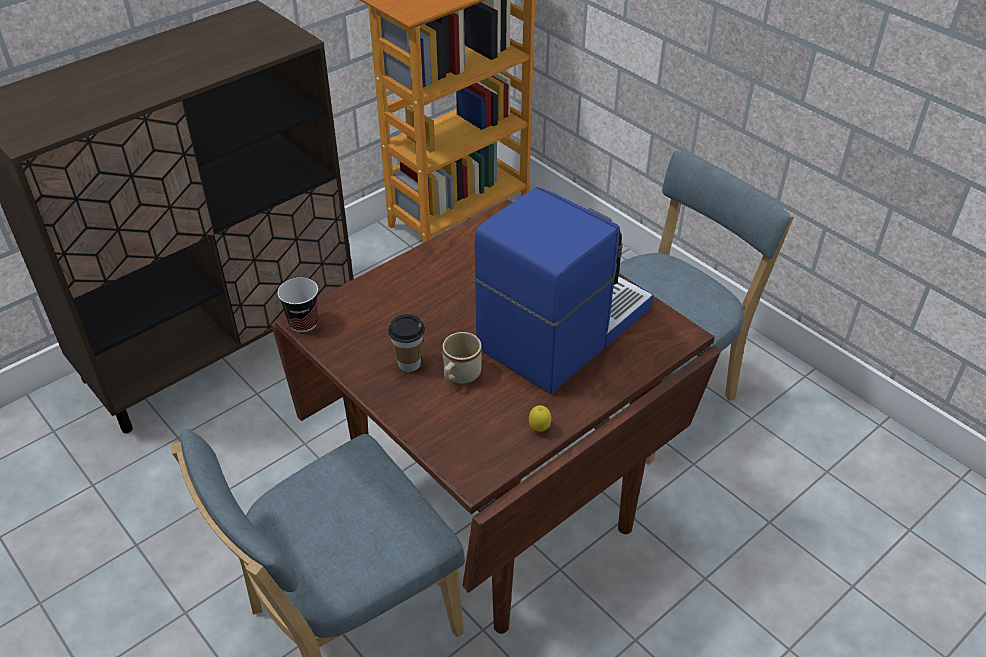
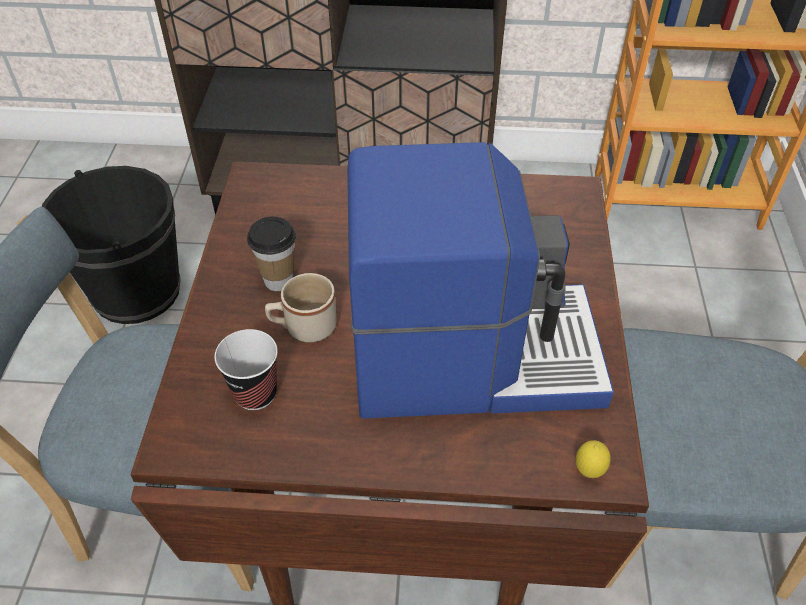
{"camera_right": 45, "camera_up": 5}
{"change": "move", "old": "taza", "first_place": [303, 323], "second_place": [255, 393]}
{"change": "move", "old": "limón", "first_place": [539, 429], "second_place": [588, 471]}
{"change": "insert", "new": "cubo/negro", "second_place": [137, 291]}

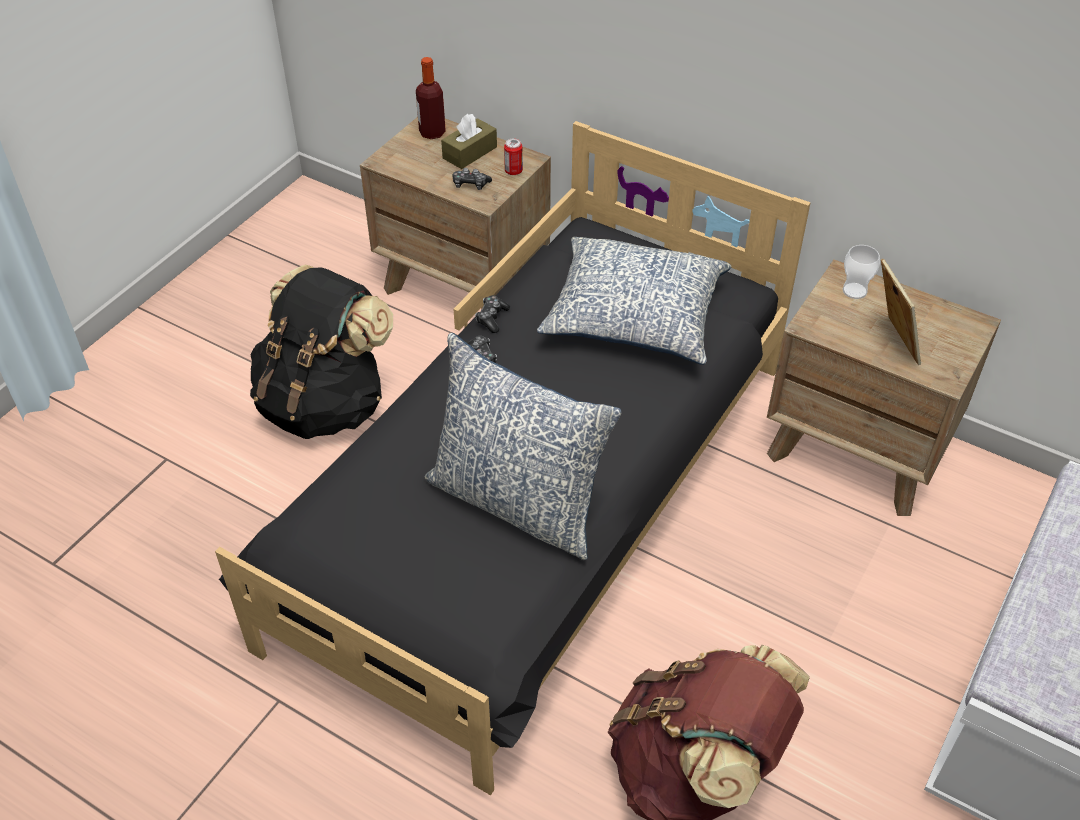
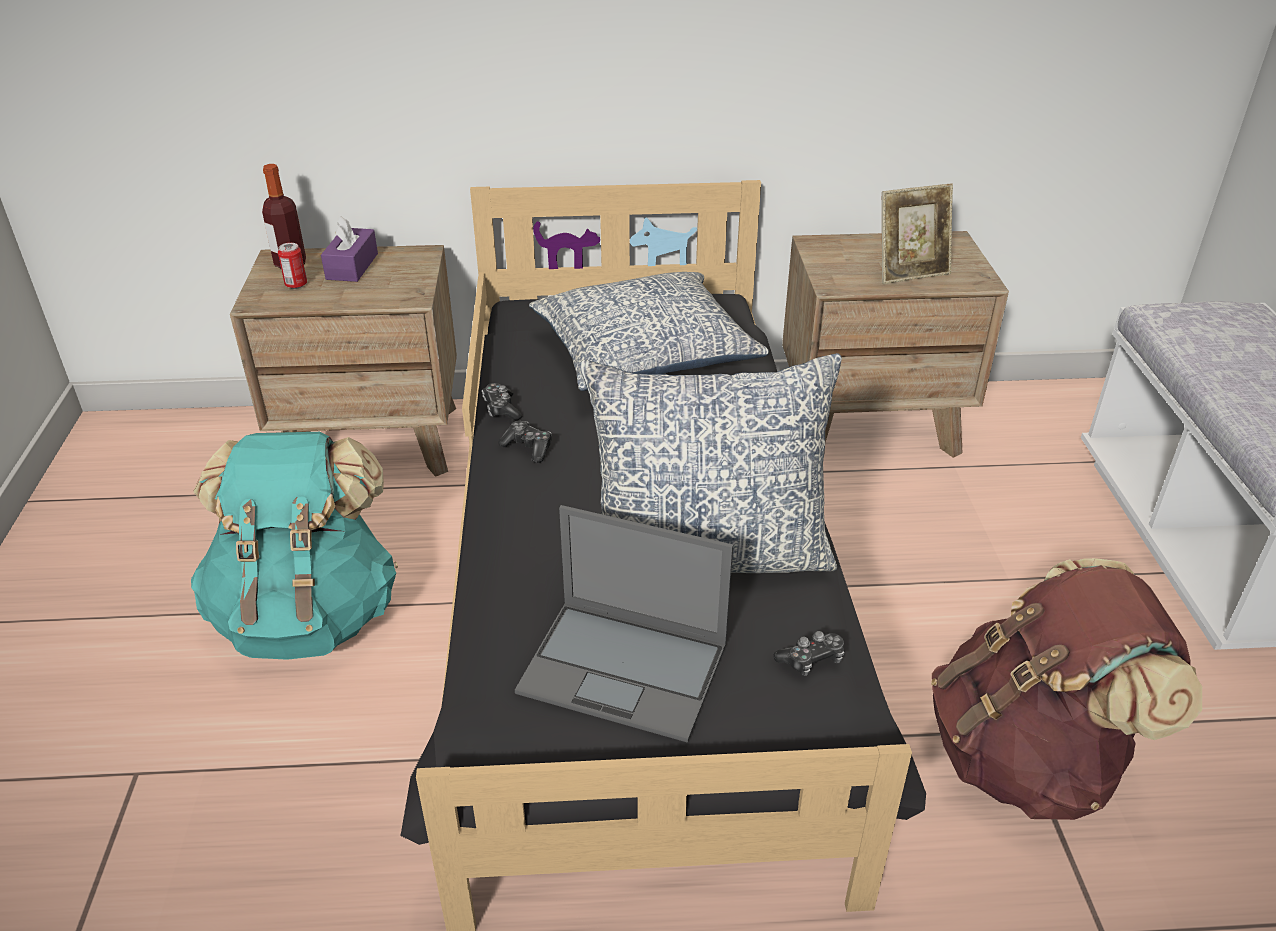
{"camera_right": -35, "camera_up": -10}
{"change": "recolor", "old": "caja de pañuelos/marrón", "new": "caja de pañuelos/morado", "first_place": [469, 152], "second_place": [352, 266]}
{"change": "move", "old": "lata", "first_place": [513, 171], "second_place": [296, 285]}
{"change": "move", "old": "mando de consola", "first_place": [470, 185], "second_place": [811, 660]}
{"change": "delete", "old": "taza", "first_place": [854, 291]}
{"change": "rotate", "old": "portarretratos", "first_place": [892, 342], "second_place": [910, 273], "degrees": 120}
{"change": "recolor", "old": "mochila/negro", "new": "mochila/turquesa", "first_place": [325, 404], "second_place": [309, 615]}
{"change": "insert", "new": "portátil", "second_place": [626, 668]}

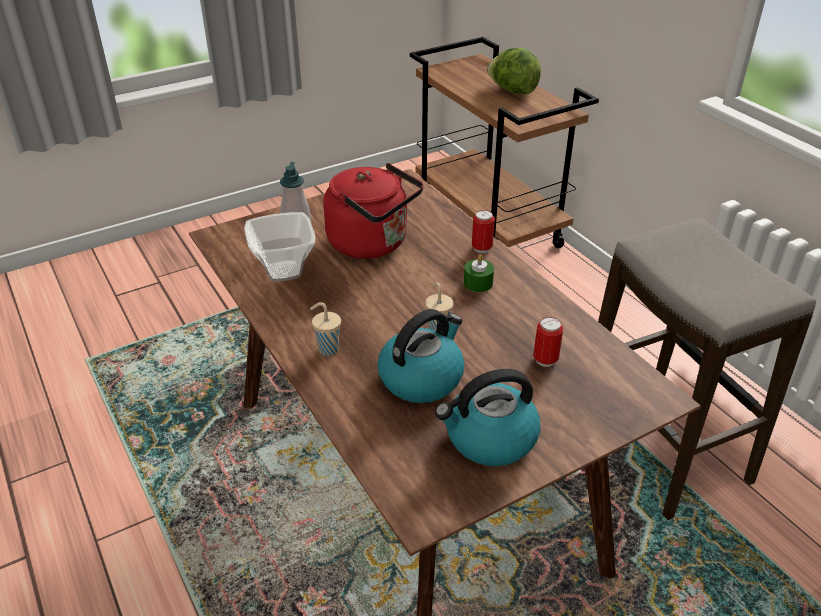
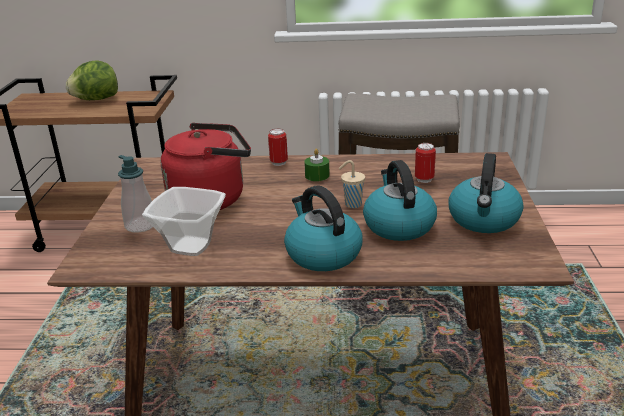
{"camera_right": -55, "camera_up": -10}
{"change": "replace", "old": "taza/beis", "new": "hervidor", "first_place": [327, 349], "second_place": [322, 254]}

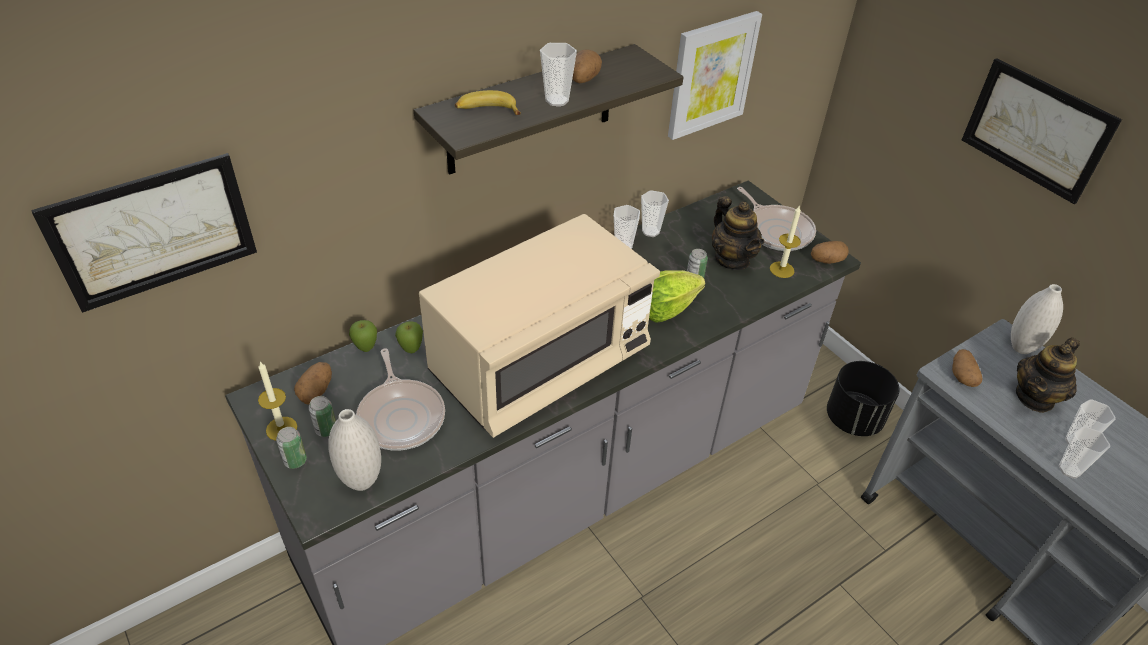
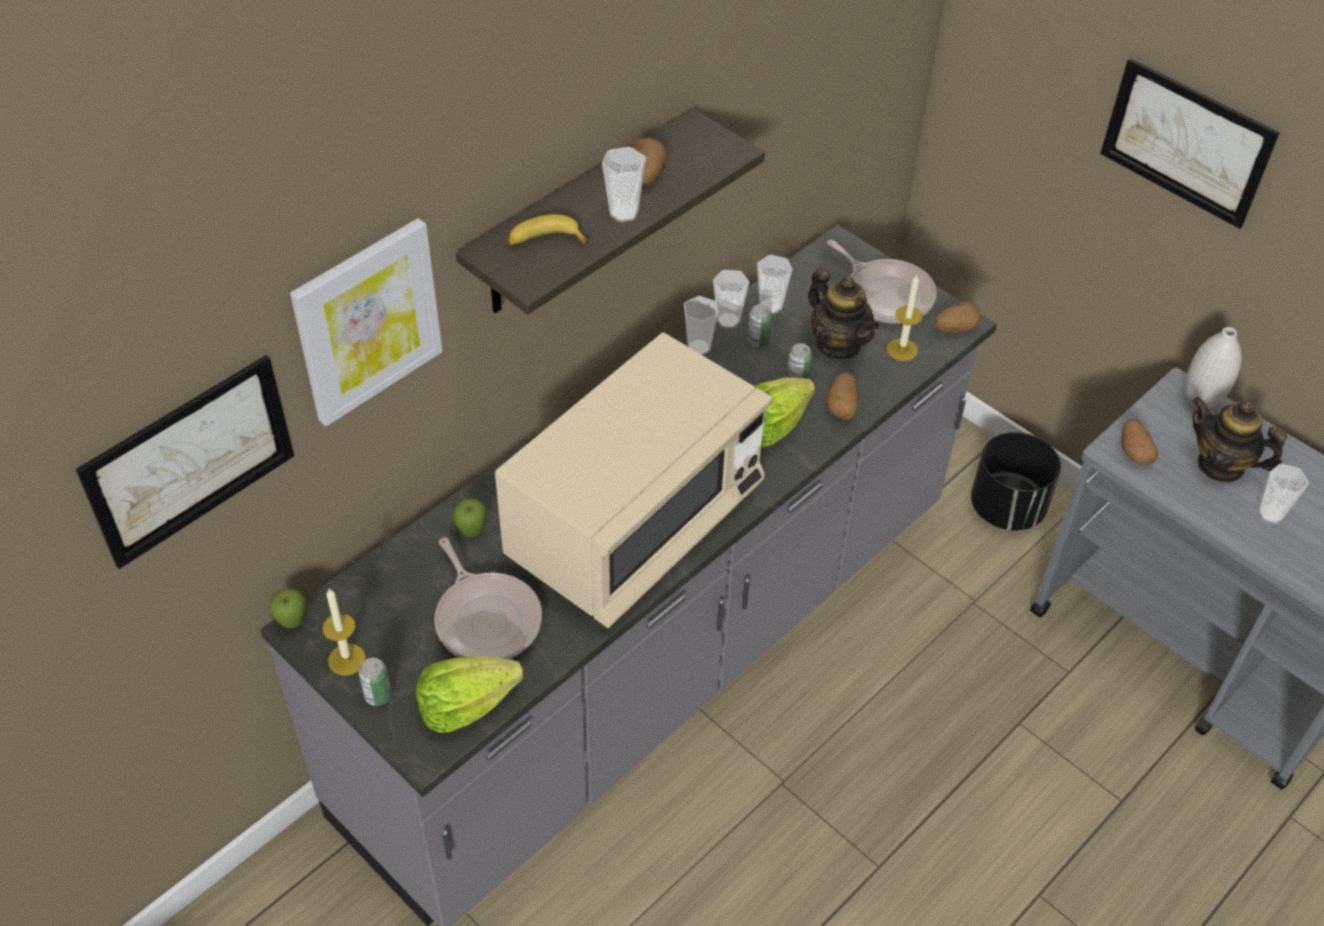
{"camera_right": -10, "camera_up": 5}
{"change": "move", "old": "cuadro", "first_place": [711, 74], "second_place": [367, 320]}
{"change": "move", "old": "manzana", "first_place": [366, 348], "second_place": [292, 623]}
{"change": "rotate", "old": "tetera", "first_place": [1035, 397], "second_place": [1221, 465], "degrees": 90}
{"change": "move", "old": "patata", "first_place": [316, 391], "second_place": [842, 405]}
{"change": "move", "old": "lata", "first_place": [326, 429], "second_place": [758, 341]}
{"change": "replace", "old": "florero/blanco", "new": "lechuga", "first_place": [361, 481], "second_place": [466, 706]}
{"change": "move", "old": "taza", "first_place": [1069, 470], "second_place": [770, 306]}

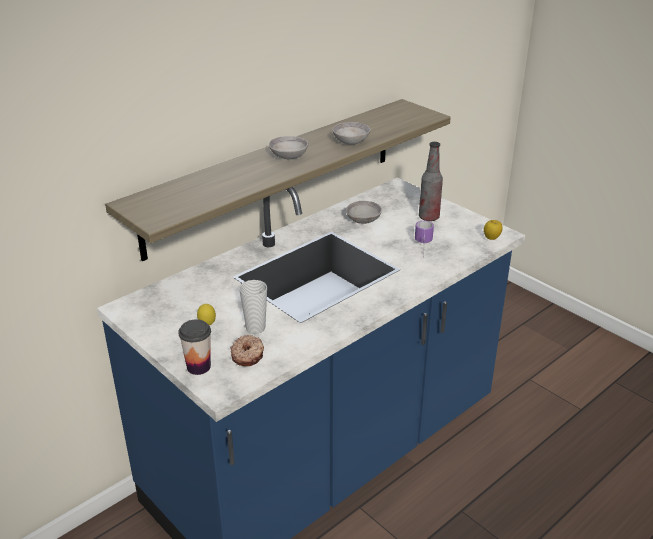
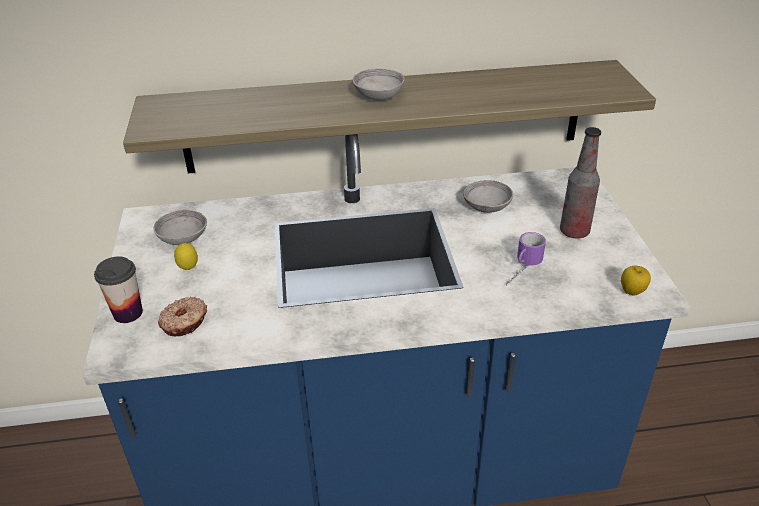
{"camera_right": 35, "camera_up": 5}
{"change": "move", "old": "cuenco/gris", "first_place": [351, 142], "second_place": [183, 238]}
{"change": "delete", "old": "taza", "first_place": [255, 328]}

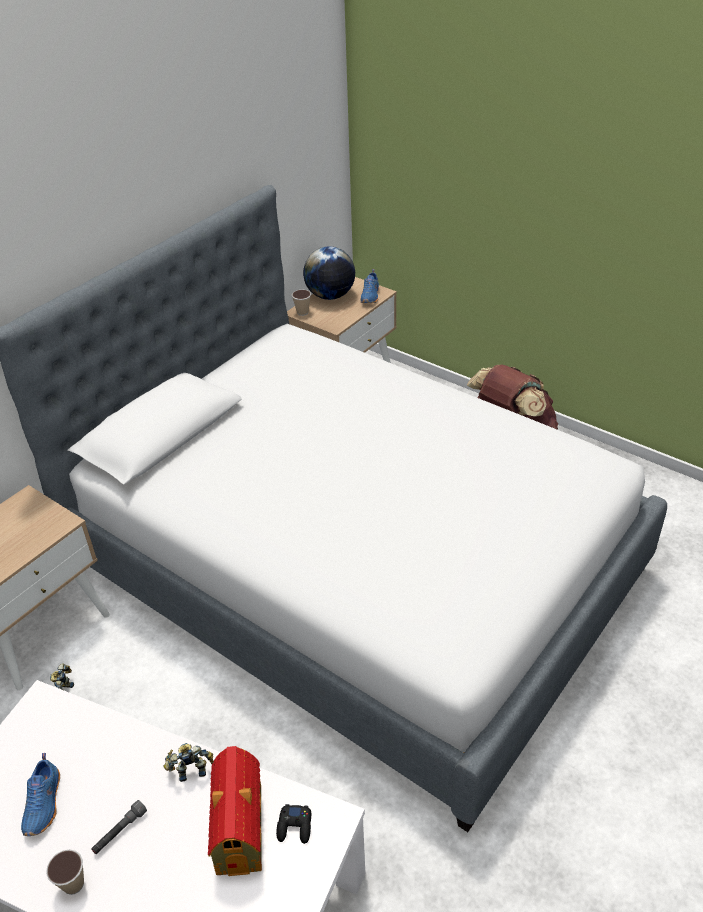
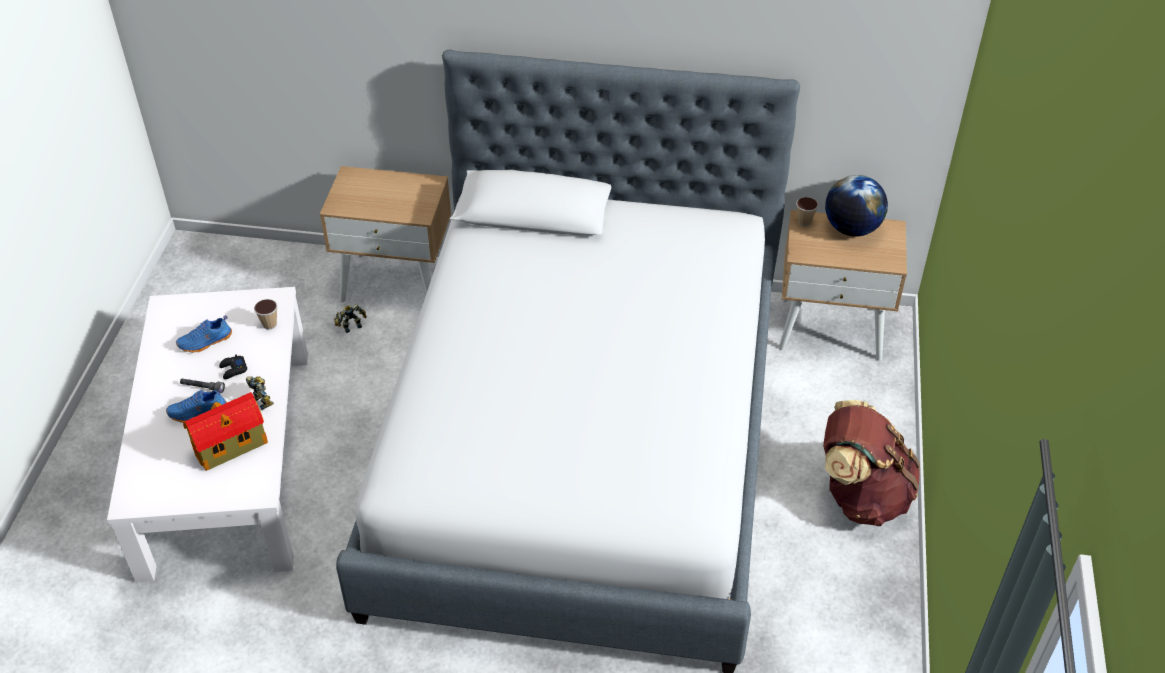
{"camera_right": 60, "camera_up": 5}
{"change": "move", "old": "zapato/azul", "first_place": [370, 296], "second_place": [198, 413]}
{"change": "move", "old": "mando de consola/negro", "first_place": [295, 826], "second_place": [233, 370]}
{"change": "move", "old": "taza", "first_place": [73, 884], "second_place": [269, 324]}

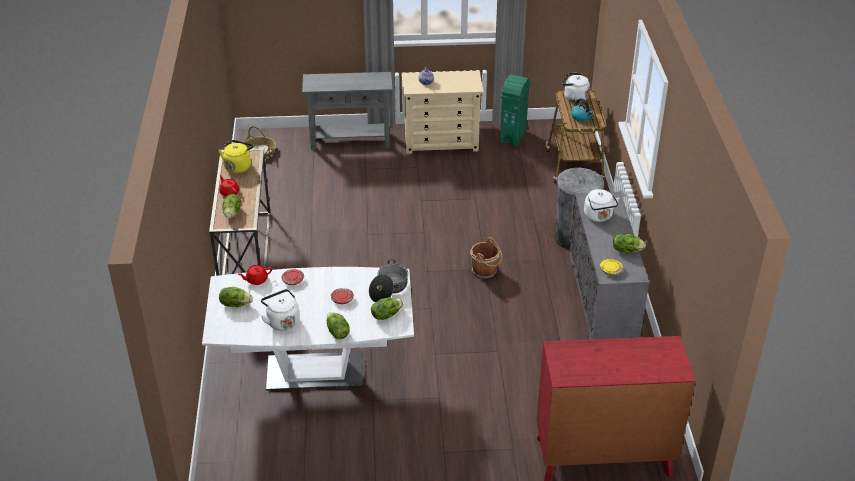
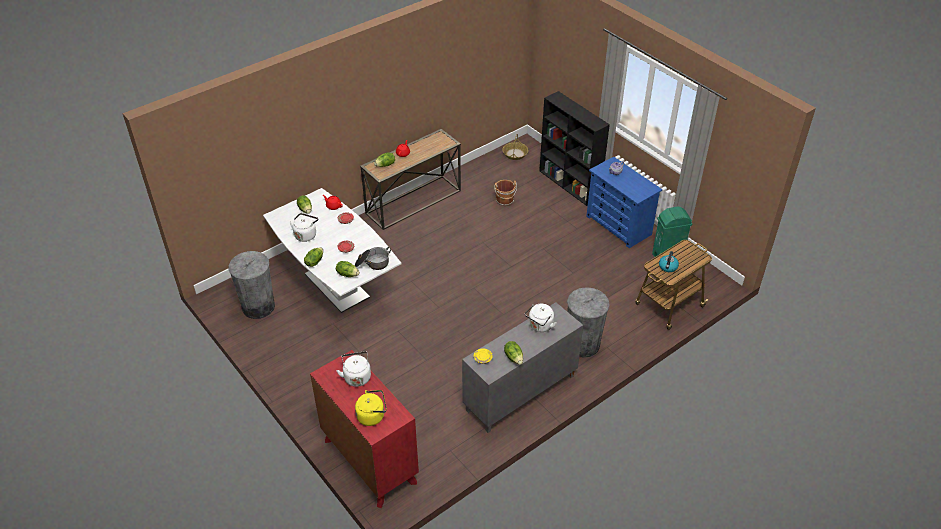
{"camera_right": 55, "camera_up": 5}
{"change": "recolor", "old": "cómoda/beis", "new": "cómoda/azul", "first_place": [441, 142], "second_place": [618, 225]}
{"change": "replace", "old": "mesa consola/gris", "new": "estantería/negro", "first_place": [350, 141], "second_place": [569, 185]}
{"change": "move", "old": "hervidor/blanco", "first_place": [574, 97], "second_place": [357, 376]}
{"change": "move", "old": "hervidor/amarillo", "first_place": [238, 166], "second_place": [372, 416]}
{"change": "move", "old": "cubo/marrón", "first_place": [485, 271], "second_place": [505, 201]}
{"change": "insert", "new": "papelera/gris", "second_place": [258, 307]}

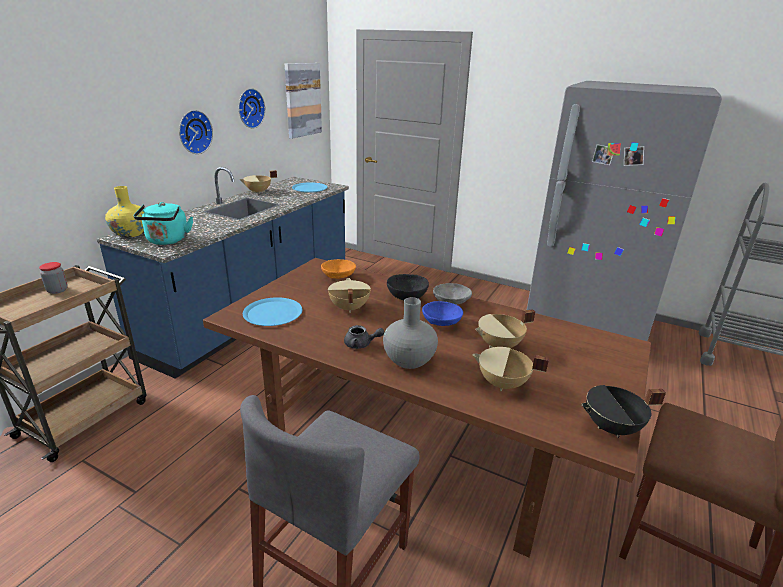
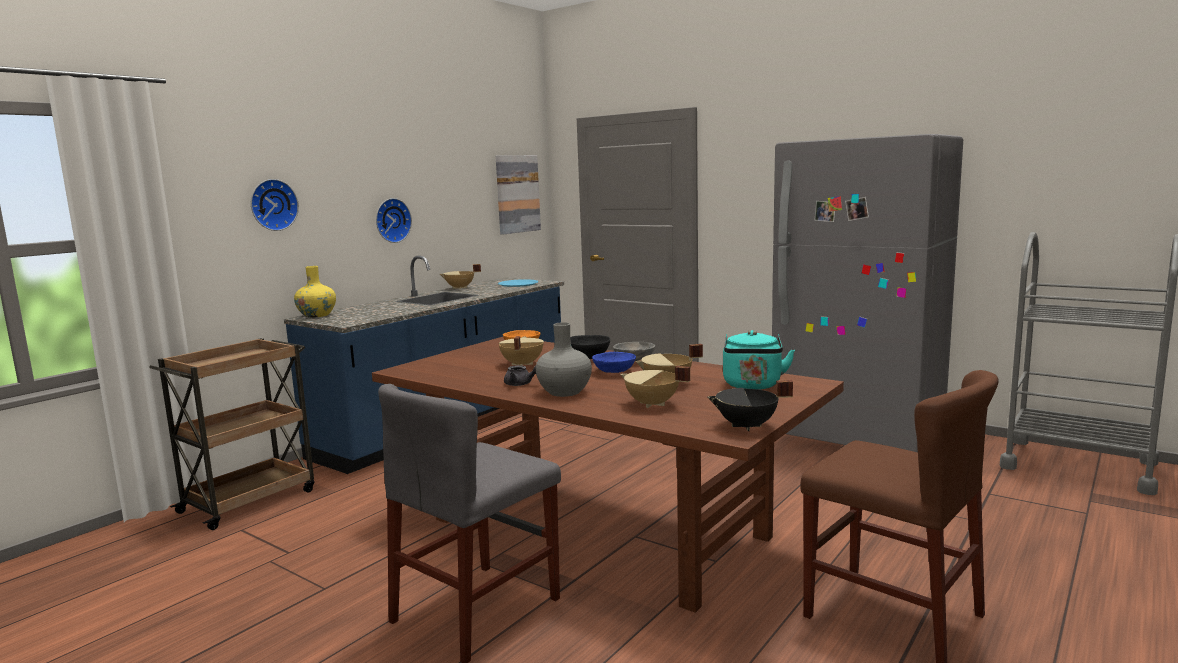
{"camera_right": 10, "camera_up": -15}
{"change": "move", "old": "reloj de pared", "first_place": [249, 108], "second_place": [272, 205]}
{"change": "move", "old": "hervidor/turquesa", "first_place": [167, 241], "second_place": [753, 386]}
{"change": "delete", "old": "tarro", "first_place": [57, 290]}
{"change": "delete", "old": "plato/azul", "first_place": [272, 313]}

